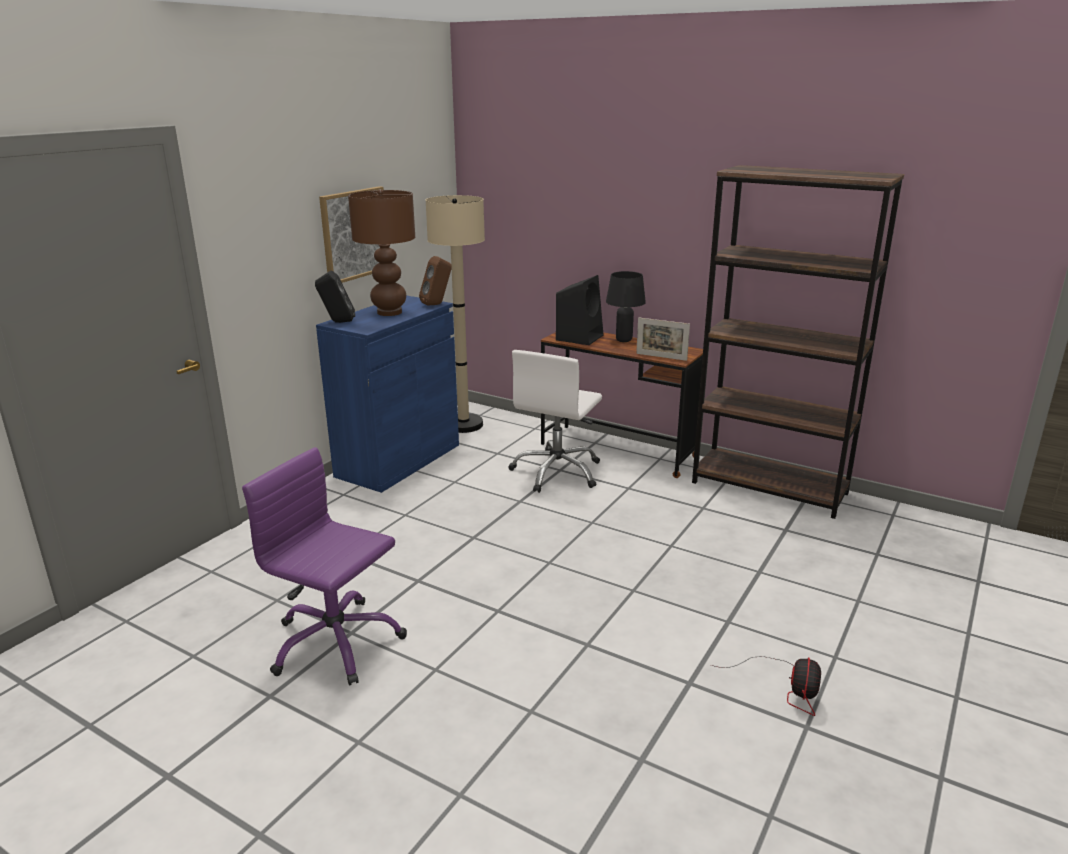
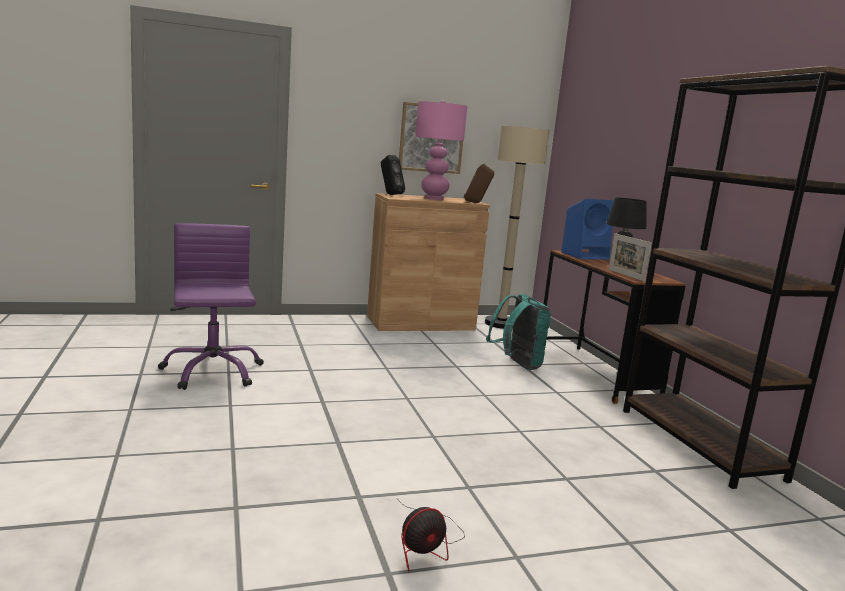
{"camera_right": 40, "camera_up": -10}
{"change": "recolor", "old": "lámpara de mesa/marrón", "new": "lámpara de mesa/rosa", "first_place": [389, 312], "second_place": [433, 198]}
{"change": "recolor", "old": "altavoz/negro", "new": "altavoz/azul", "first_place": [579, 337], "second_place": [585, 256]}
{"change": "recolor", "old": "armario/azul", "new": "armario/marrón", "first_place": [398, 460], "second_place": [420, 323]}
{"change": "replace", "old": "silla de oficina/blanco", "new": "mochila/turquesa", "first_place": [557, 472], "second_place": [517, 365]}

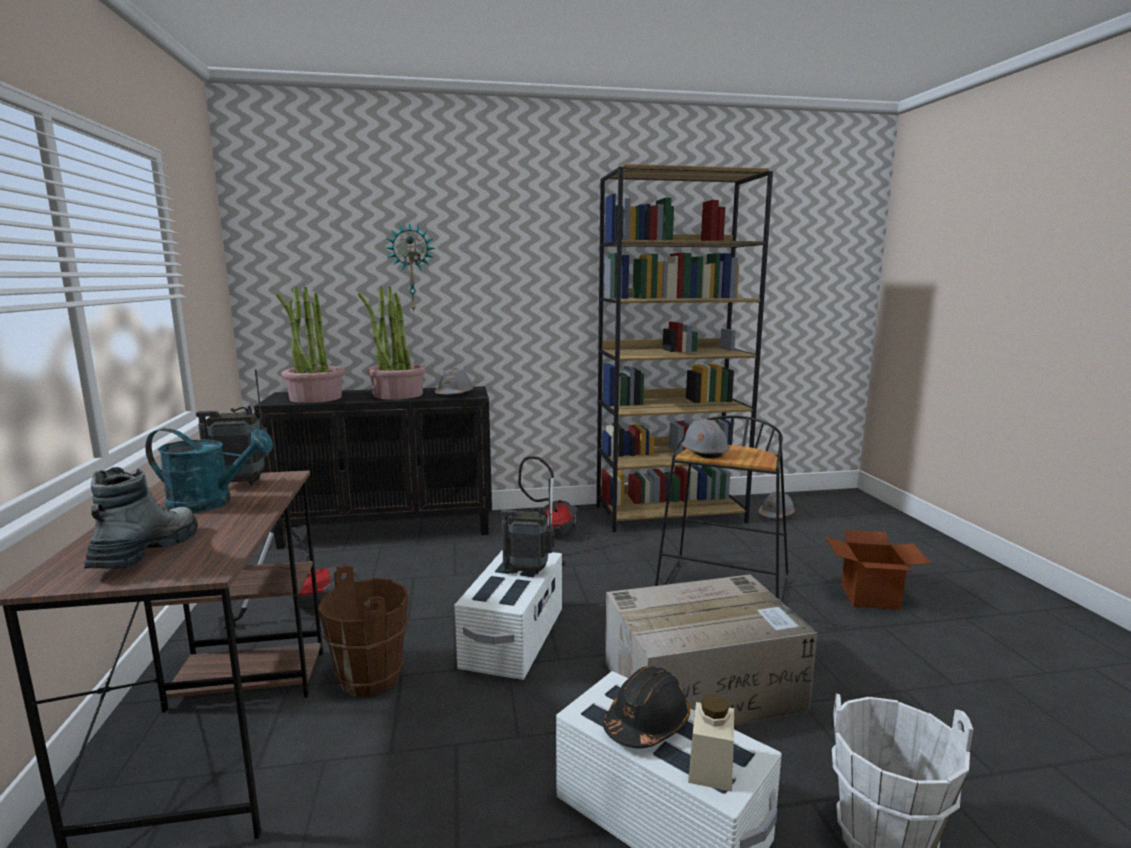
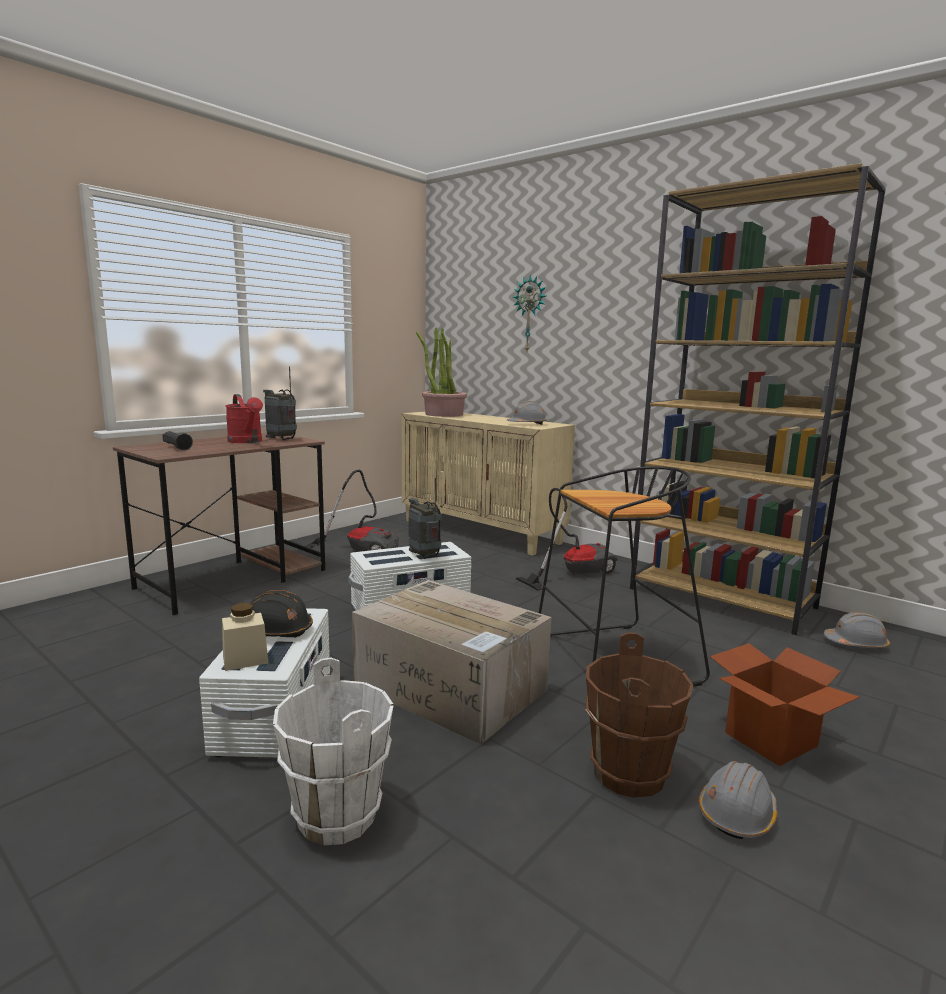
{"camera_right": 50, "camera_up": 0}
{"change": "delete", "old": "planta en maceta", "first_place": [397, 395]}
{"change": "recolor", "old": "armario/negro", "new": "armario/beis", "first_place": [389, 529], "second_place": [482, 531]}
{"change": "move", "old": "casco/gris", "first_place": [703, 452], "second_place": [737, 814]}
{"change": "recolor", "old": "regadera/turquesa", "new": "regadera/rojo", "first_place": [211, 504], "second_place": [247, 441]}
{"change": "replace", "old": "bota", "new": "linterna/negro", "first_place": [146, 552], "second_place": [177, 447]}
{"change": "move", "old": "cubo/marrón", "first_place": [371, 678], "second_place": [630, 774]}

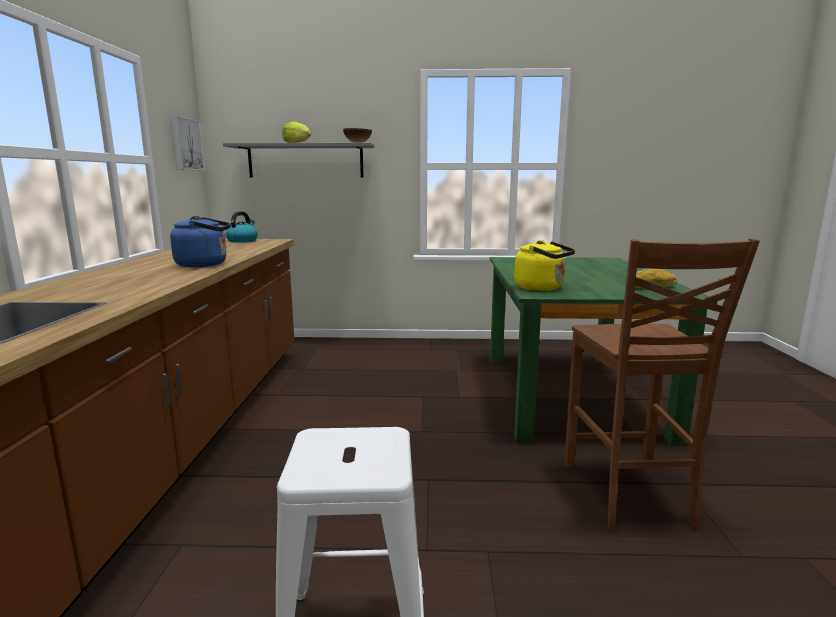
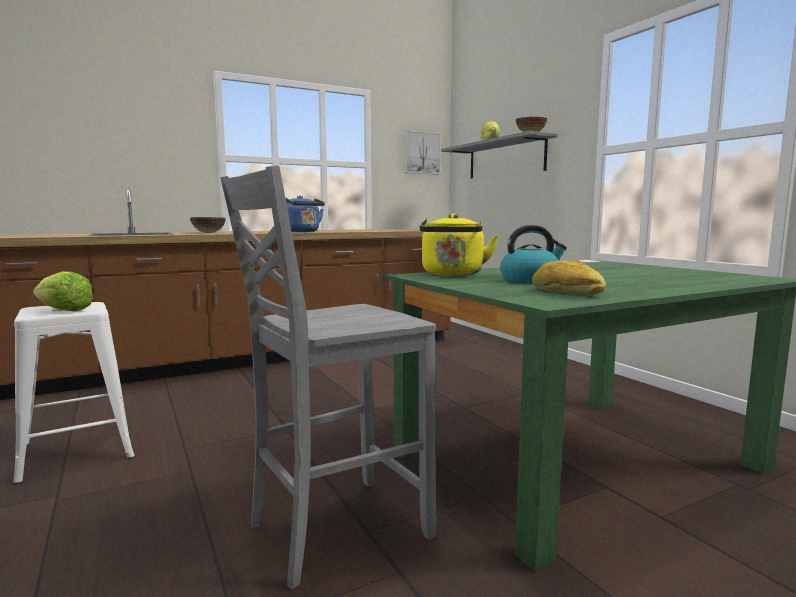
{"camera_right": 60, "camera_up": -5}
{"change": "move", "old": "hervidor", "first_place": [242, 241], "second_place": [530, 280]}
{"change": "recolor", "old": "silla/marrón", "new": "silla/gris", "first_place": [628, 495], "second_place": [334, 529]}
{"change": "insert", "new": "cuenco", "second_place": [209, 233]}
{"change": "insert", "new": "lechuga", "second_place": [64, 310]}

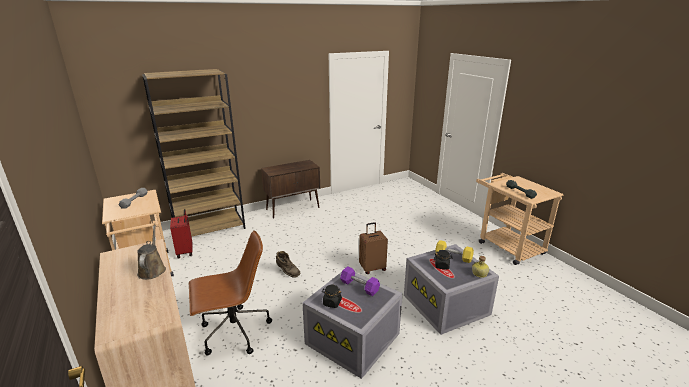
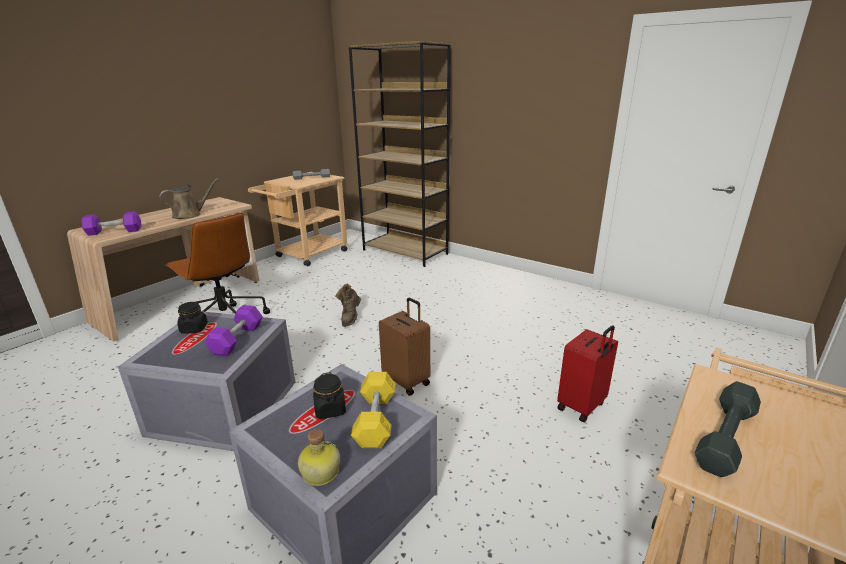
{"camera_right": 65, "camera_up": 0}
{"change": "delete", "old": "armario/marrón", "first_place": [293, 208]}
{"change": "move", "old": "maleta/rojo", "first_place": [185, 252], "second_place": [582, 406]}
{"change": "insert", "new": "mancuerna/morado", "second_place": [114, 232]}

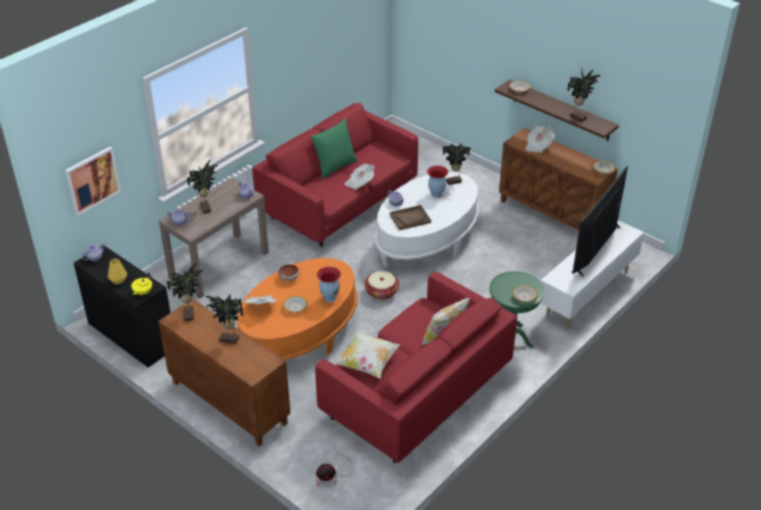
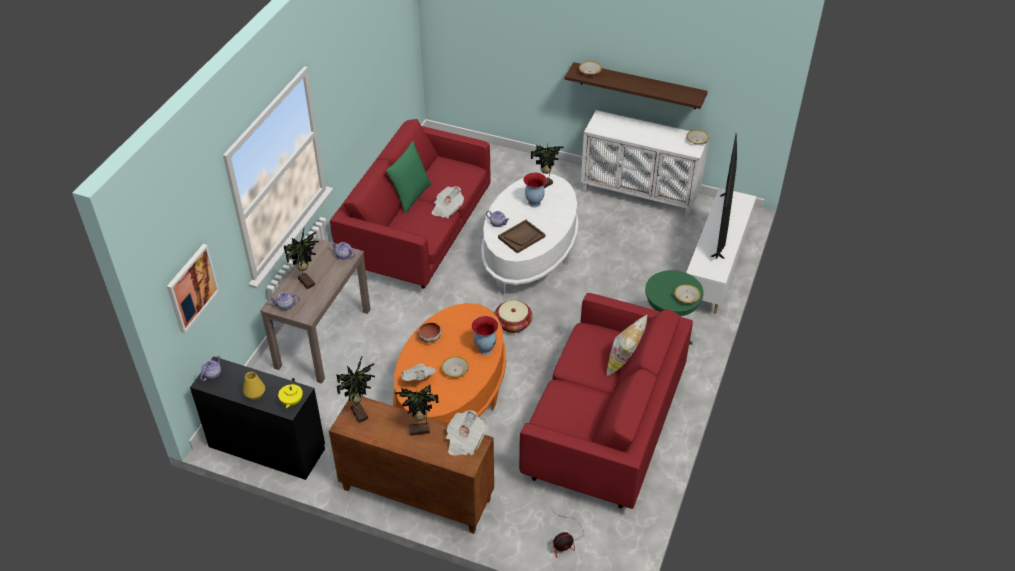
{"camera_right": -20, "camera_up": 5}
{"change": "delete", "old": "planta en maceta", "first_place": [578, 117]}
{"change": "move", "old": "periódico", "first_place": [538, 146], "second_place": [464, 441]}
{"change": "recolor", "old": "armario/marrón", "new": "armario/blanco", "first_place": [552, 214], "second_place": [640, 194]}
{"change": "delete", "old": "cojín", "first_place": [367, 363]}

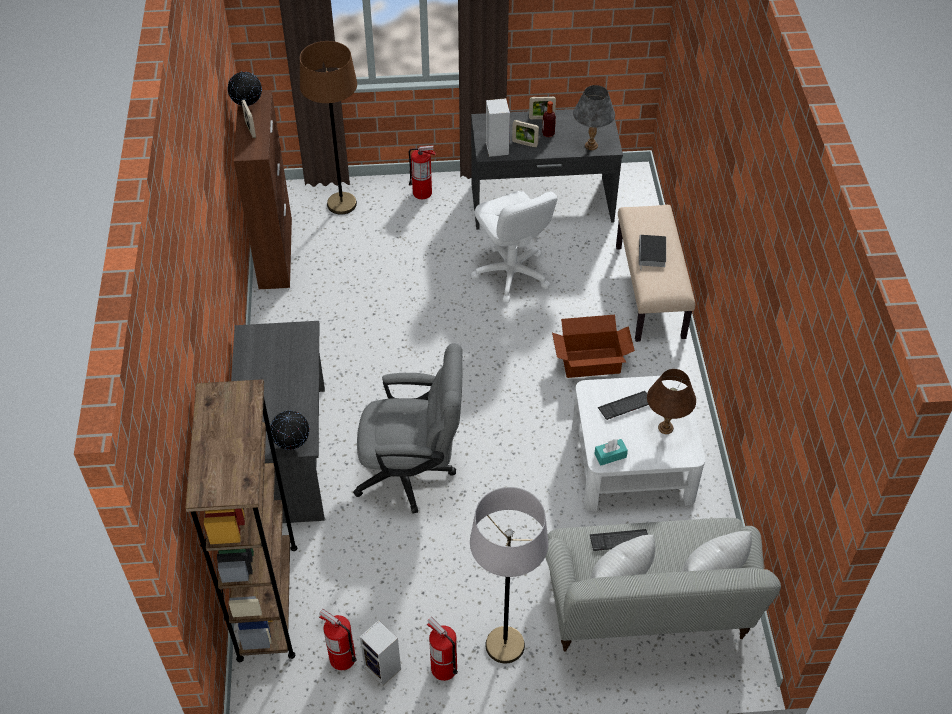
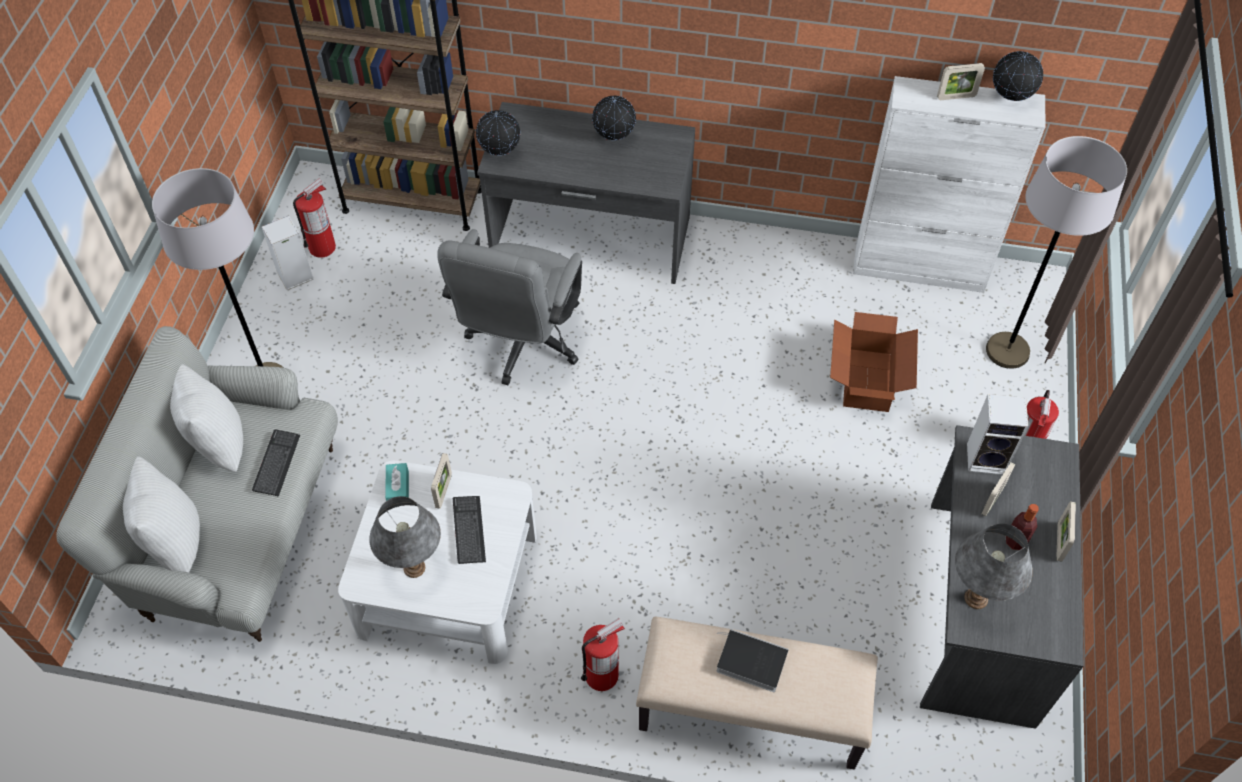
{"camera_right": 105, "camera_up": 5}
{"change": "recolor", "old": "lámpara de pie/marrón", "new": "lámpara de pie/gris", "first_place": [342, 204], "second_place": [1007, 351]}
{"change": "recolor", "old": "armario/marrón", "new": "armario/blanco", "first_place": [275, 252], "second_place": [920, 268]}
{"change": "delete", "old": "silla de oficina/blanco", "first_place": [511, 274]}
{"change": "move", "old": "caja de cartón", "first_place": [591, 363], "second_place": [866, 380]}
{"change": "recolor", "old": "lámpara de mesa/marrón", "new": "lámpara de mesa/gris", "first_place": [666, 428], "second_place": [414, 568]}
{"change": "move", "old": "extintor", "first_place": [443, 668], "second_place": [602, 675]}
{"change": "insert", "new": "globo terráqueo", "second_place": [614, 138]}
{"change": "insert", "new": "portarretratos", "second_place": [444, 491]}

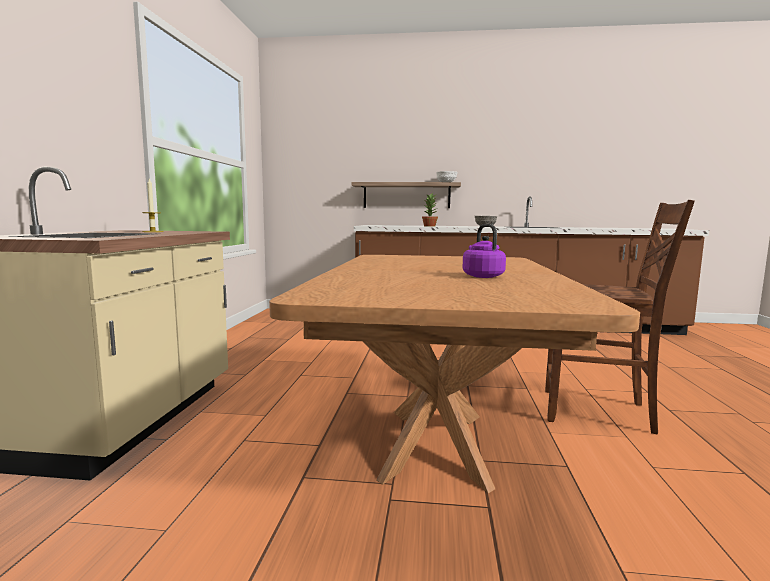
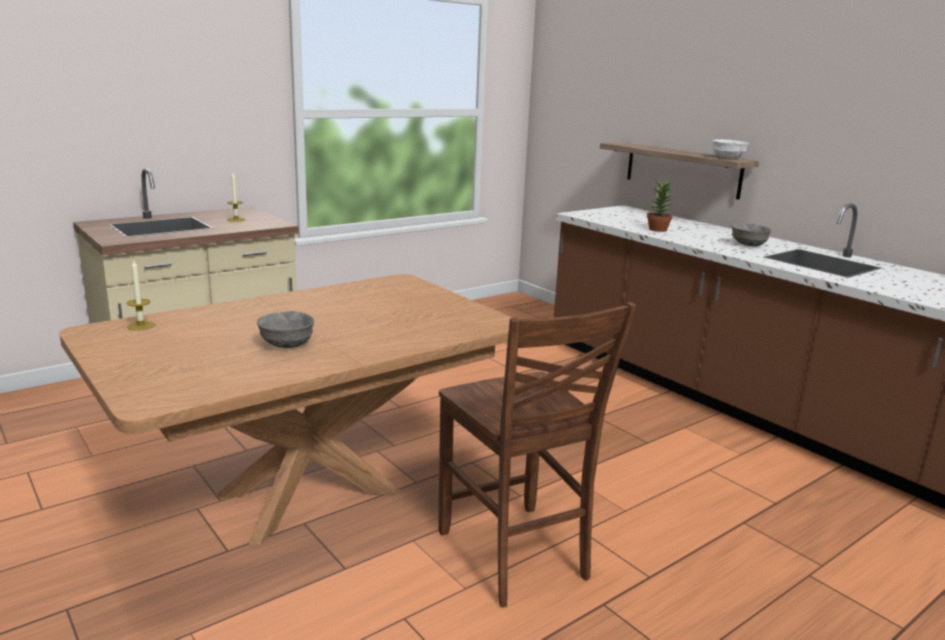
{"camera_right": 45, "camera_up": 10}
{"change": "replace", "old": "hervidor/morado", "new": "cuenco/gris", "first_place": [481, 276], "second_place": [286, 344]}
{"change": "insert", "new": "vela", "second_place": [141, 326]}

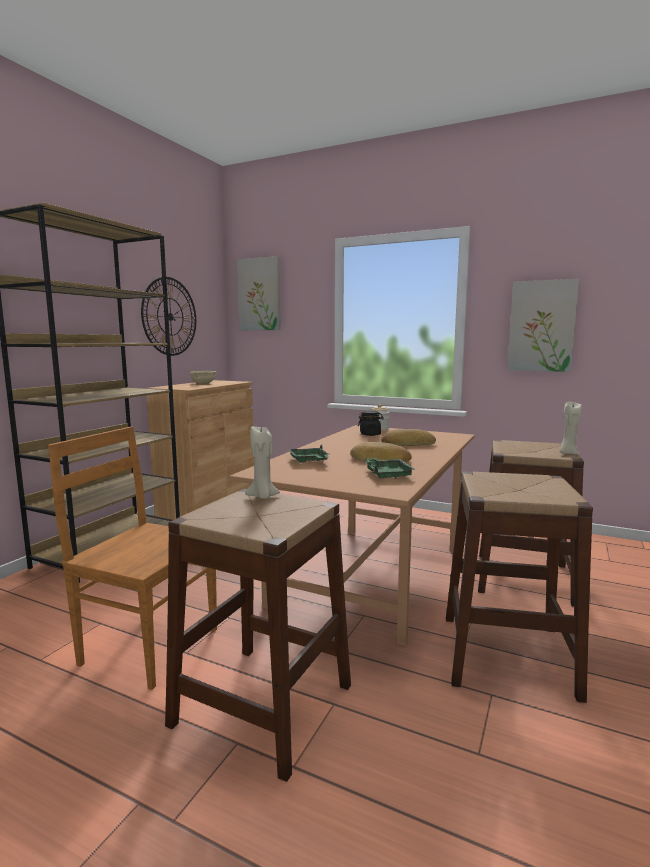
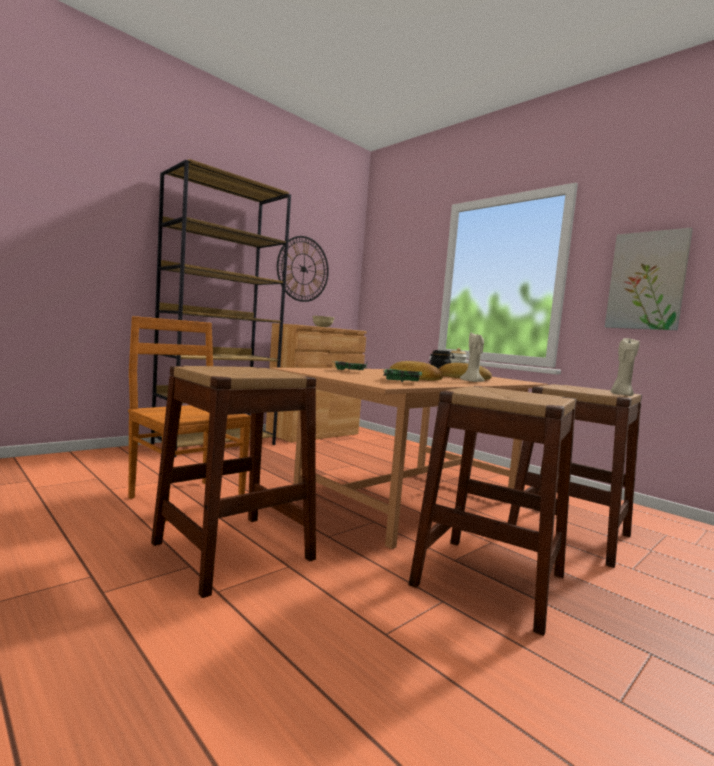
{"camera_right": 20, "camera_up": -5}
{"change": "delete", "old": "cuadro", "first_place": [259, 294]}
{"change": "move", "old": "vela/beis", "first_place": [262, 496], "second_place": [472, 382]}

